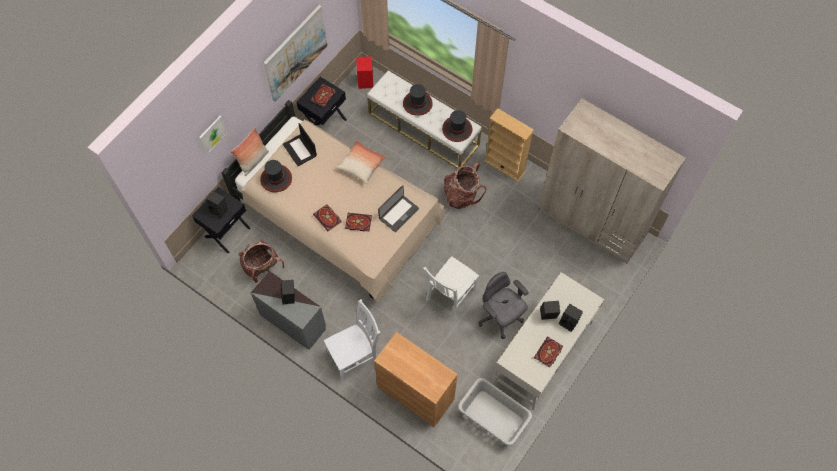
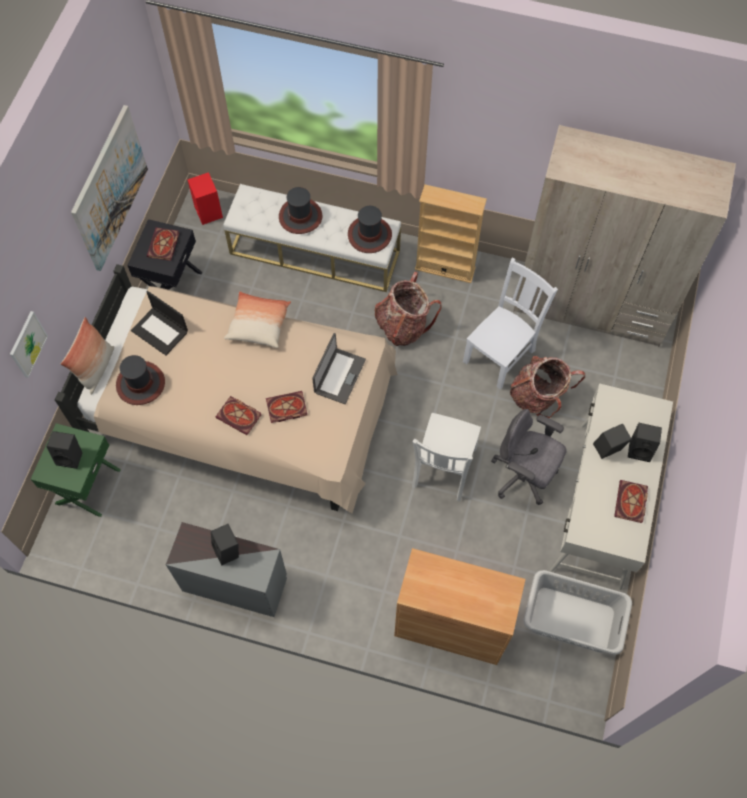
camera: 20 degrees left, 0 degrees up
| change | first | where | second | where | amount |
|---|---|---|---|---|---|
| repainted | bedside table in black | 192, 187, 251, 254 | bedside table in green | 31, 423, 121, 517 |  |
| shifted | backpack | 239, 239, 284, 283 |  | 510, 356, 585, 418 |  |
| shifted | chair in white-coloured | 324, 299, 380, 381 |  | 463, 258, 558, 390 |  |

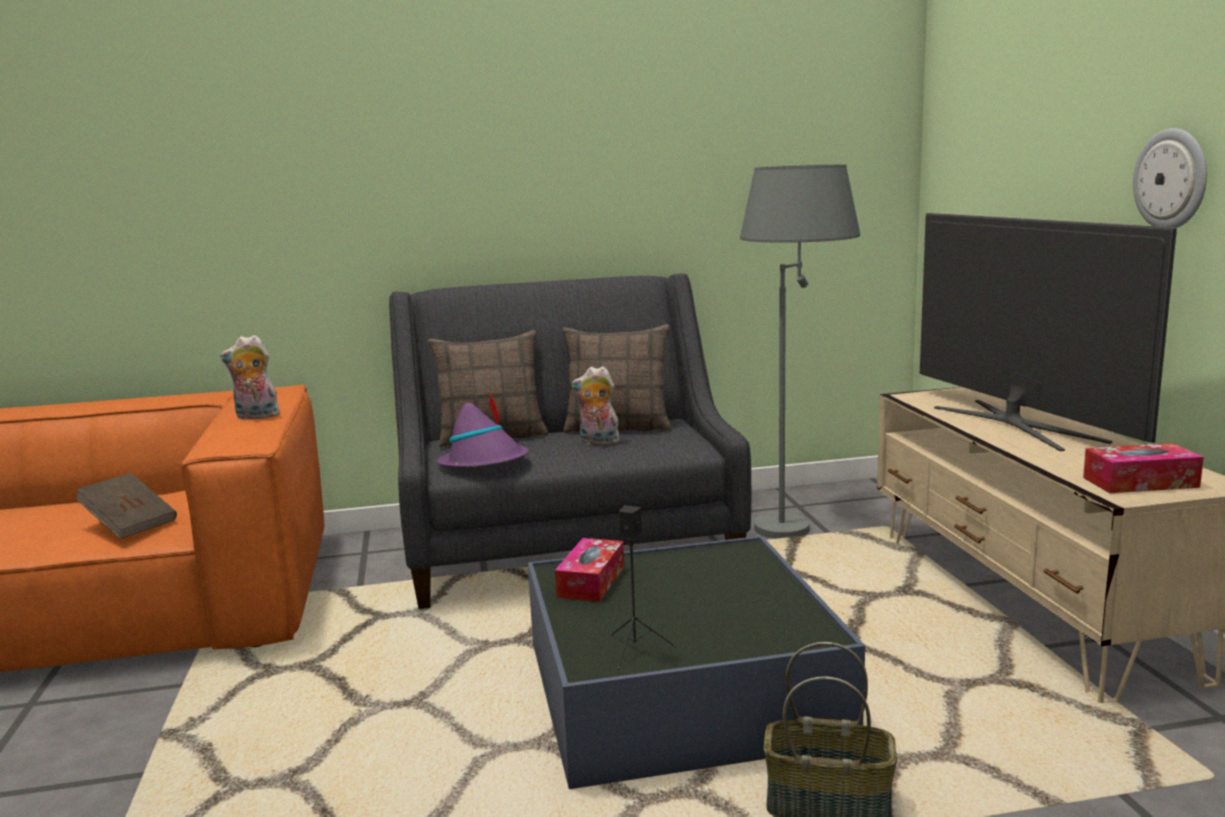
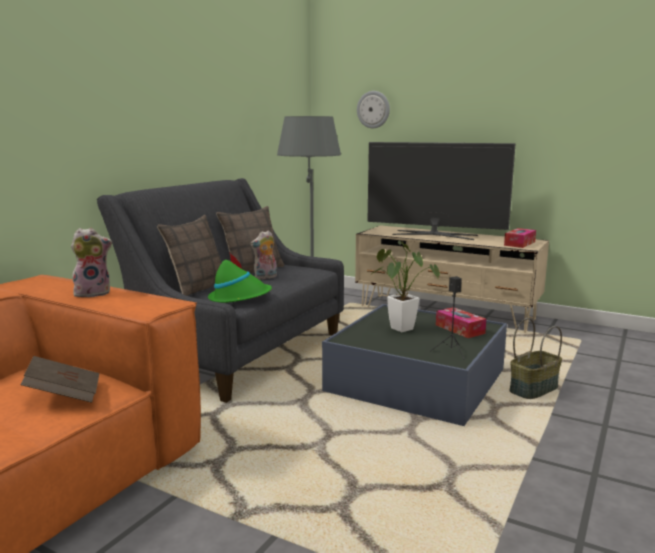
camera: 50 degrees left, 0 degrees up
| change | first | where | second | where | amount |
|---|---|---|---|---|---|
| shifted | wall clock | 1133, 128, 1207, 228 |  | 357, 91, 390, 128 |  |
| rotated | soft toy | 220, 335, 280, 419 |  | 71, 228, 112, 297 | 150 degrees counterclockwise |
| repainted | wearable hat in purplish | 437, 391, 529, 467 | wearable hat in green | 208, 252, 272, 303 |  |
| shifted | tissue box | 555, 538, 624, 602 |  | 436, 307, 486, 338 |  |
| new |  |  | potted plant | 371, 241, 440, 332 |  |

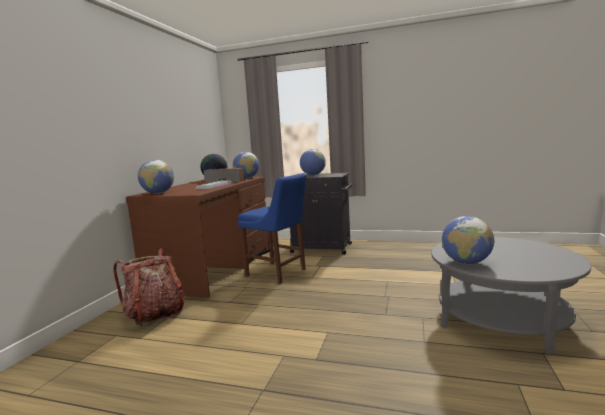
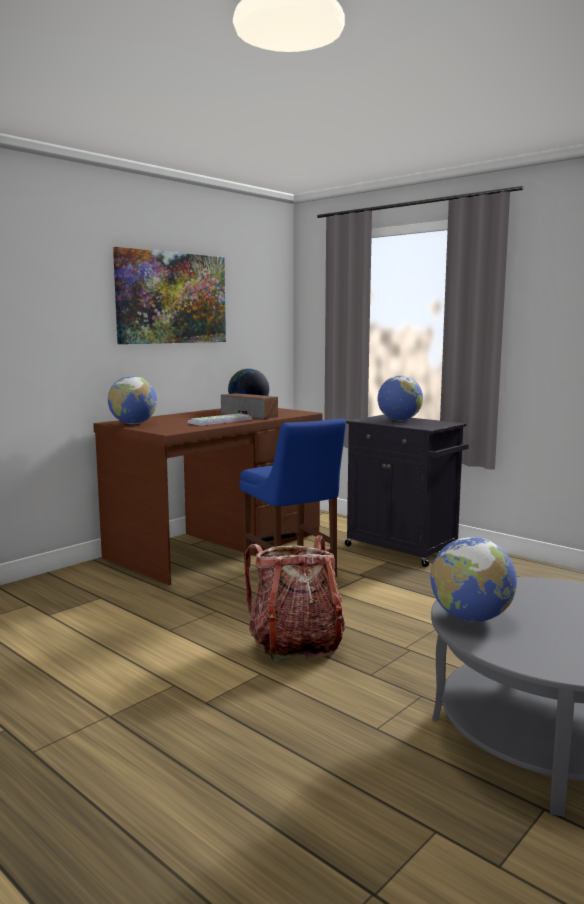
camera: 25 degrees right, 0 degrees up
| change | first | where | second | where | amount |
|---|---|---|---|---|---|
| gone | globe | 233, 152, 259, 178 |  |  |  |
| shifted | backpack | 113, 248, 185, 327 |  | 244, 535, 346, 662 |  |
| new |  |  | picture | 113, 247, 226, 344 |  |

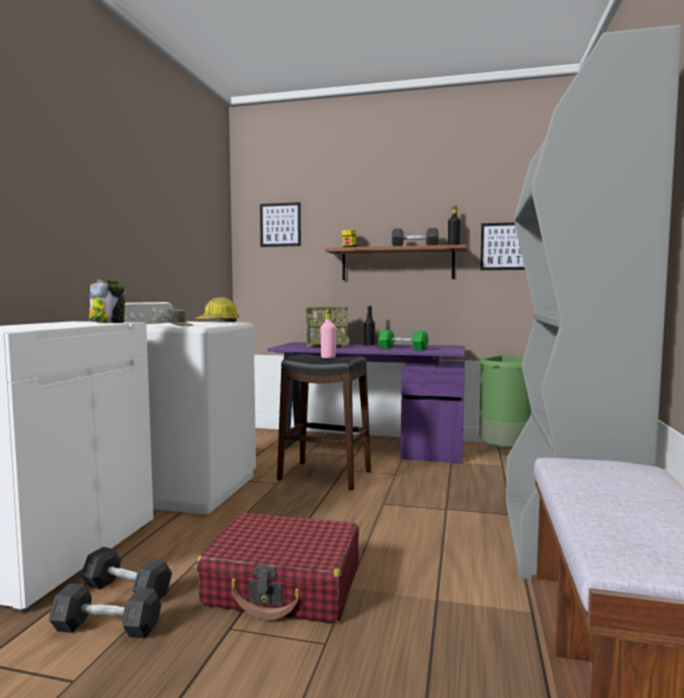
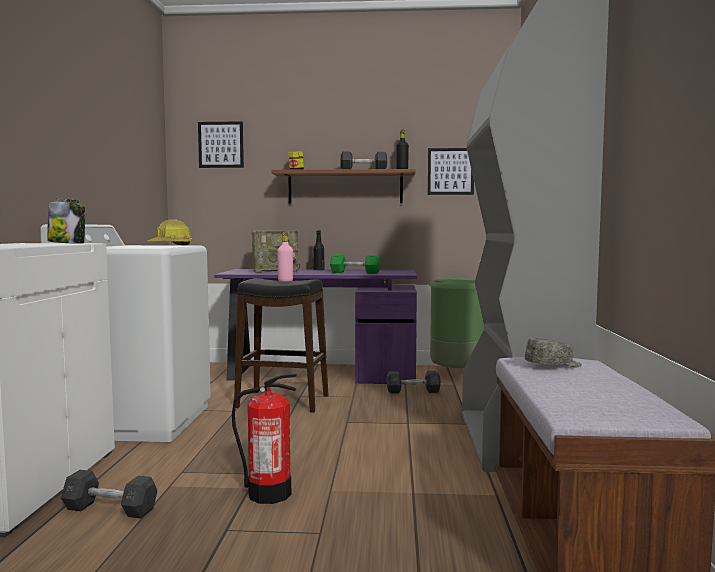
camera: 10 degrees left, 0 degrees up
| change | first | where | second | where | amount |
|---|---|---|---|---|---|
| shifted | peaked cap in greyish | 150, 306, 193, 326 |  | 525, 338, 582, 367 |  |
| swapped | piece of luggage in red-coloured | 197, 512, 359, 623 | fire extinguisher | 232, 374, 297, 504 |  |
| shifted | free weight in greyish | 49, 583, 161, 638 |  | 387, 371, 441, 394 |  |

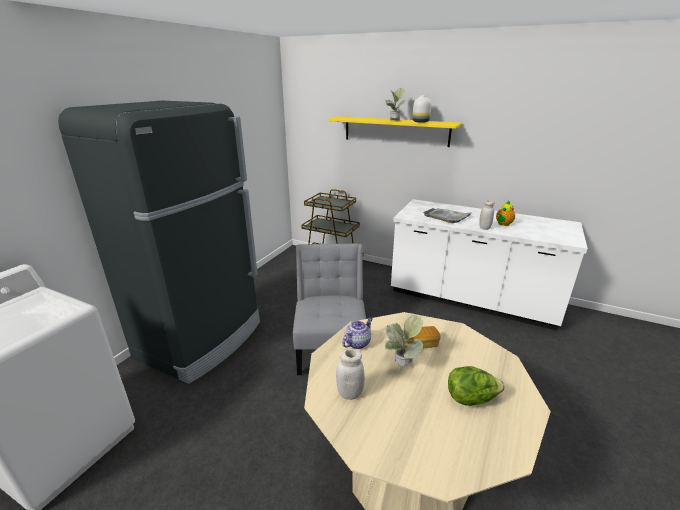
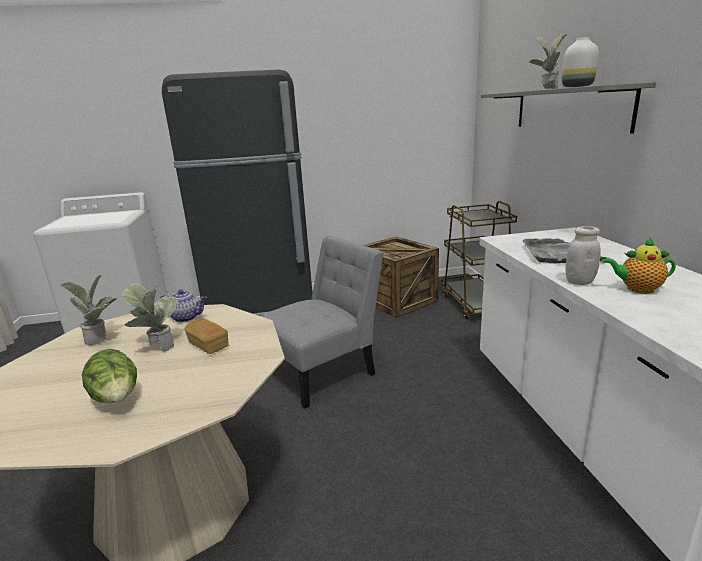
camera: 55 degrees right, 5 degrees down
| change | first | where | second | where | amount |
|---|---|---|---|---|---|
| repainted | shelf in yellowish | 328, 116, 462, 147 | shelf in greyish | 481, 82, 656, 133 |  |
| swapped | jar in white-coloured | 336, 349, 365, 400 | potted plant | 60, 275, 117, 345 |  |
| new |  |  | packing crate | 363, 236, 439, 318 |  |

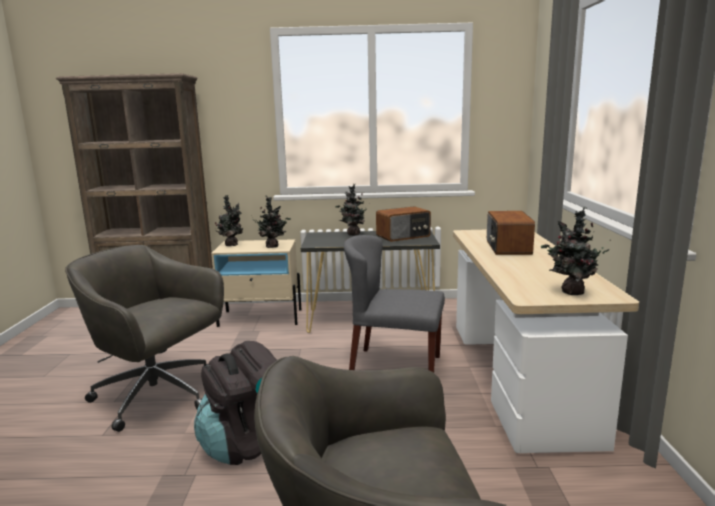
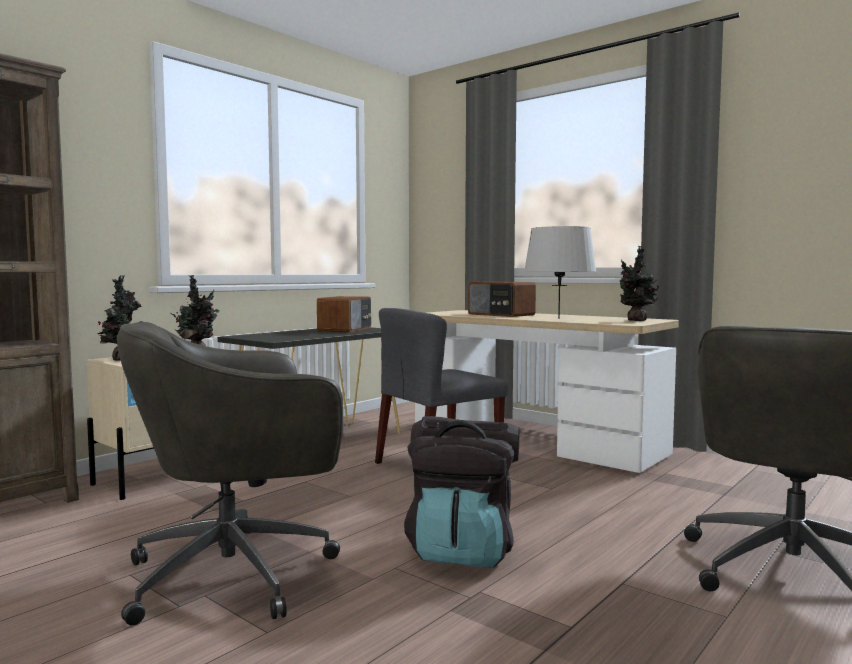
camera: 50 degrees left, 10 degrees down
| change | first | where | second | where | amount |
|---|---|---|---|---|---|
| gone | potted plant | 335, 183, 370, 236 |  |  |  |
| new |  |  | lamp for a table in greyish | 524, 226, 597, 319 |  |

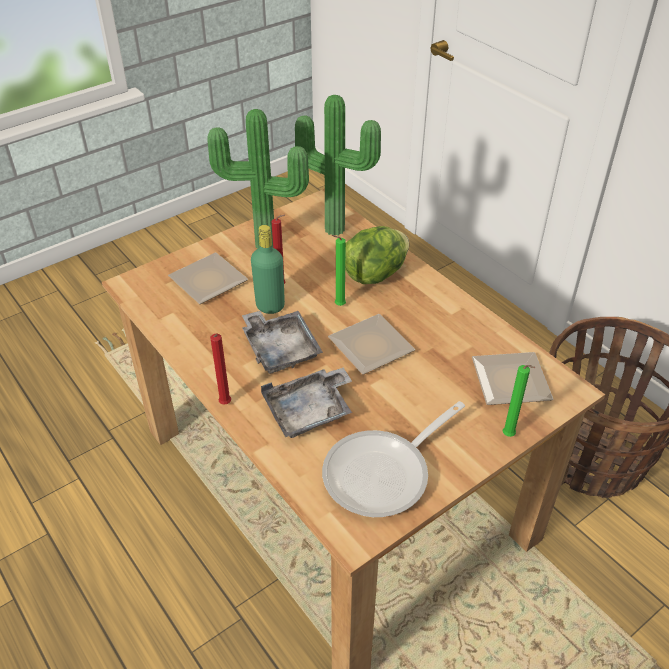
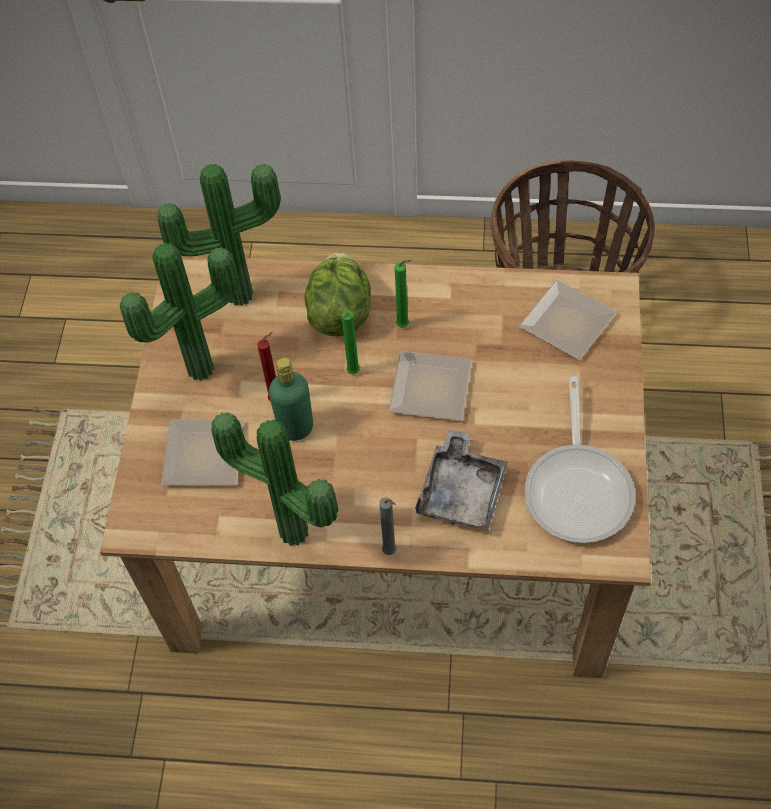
camera: 45 degrees left, 15 degrees up
| change | first | where | second | where | amount |
|---|---|---|---|---|---|
| gone | carrying tray in greyish | 242, 311, 323, 374 |  |  |  |
| repainted | wax light in red-coloured | 210, 334, 231, 405 | wax light in greyish | 379, 497, 397, 555 |  |
| shifted | wax light in green | 503, 365, 535, 437 |  | 394, 260, 412, 328 |  |
| new |  |  | potted plant | 211, 412, 338, 546 |  |

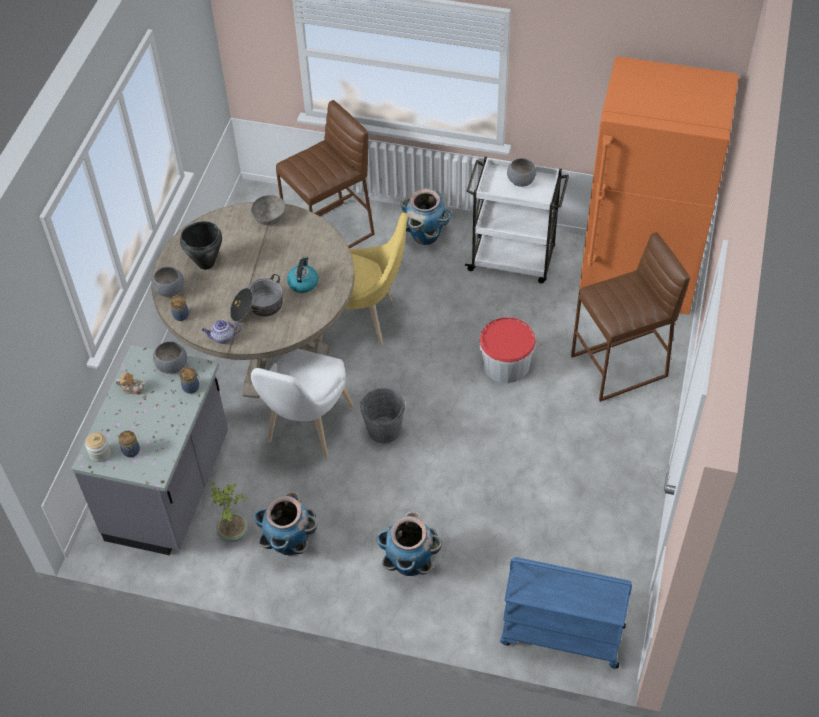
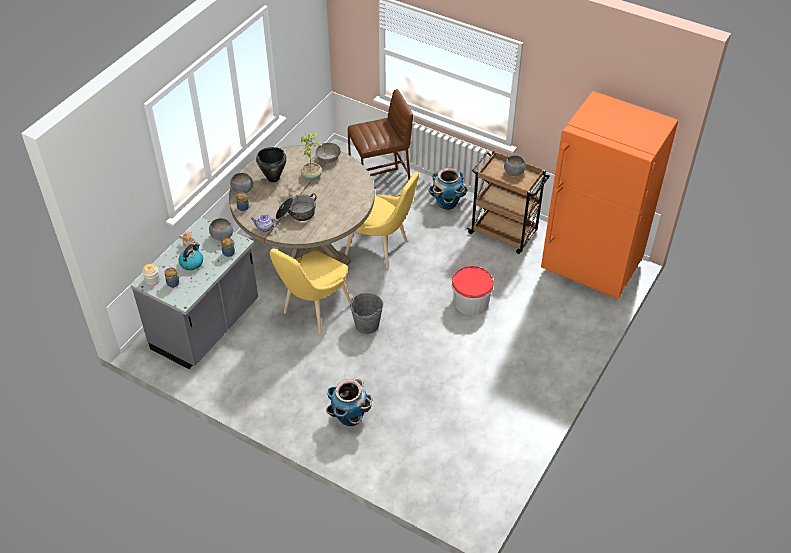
camera: 15 degrees right, 5 degrees down
| change | first | where | second | where | amount |
|---|---|---|---|---|---|
| repainted | cart in white-coloured | 465, 157, 569, 283 | cart in brown | 467, 150, 550, 254 |  |
| gone | stool in brown | 571, 232, 690, 402 |  |  |  |
| shifted | kettle | 287, 257, 318, 293 |  | 179, 243, 203, 270 |  |
| repainted | chair in white-coloured | 251, 349, 354, 458 | chair in yellowish | 270, 249, 351, 333 |  |
| shifted | potted plant | 210, 483, 248, 542 |  | 301, 134, 323, 180 |  |
| gone | flower pot | 254, 491, 318, 555 |  |  |  |
| gone | cart in bluish | 500, 557, 632, 669 |  |  |  |

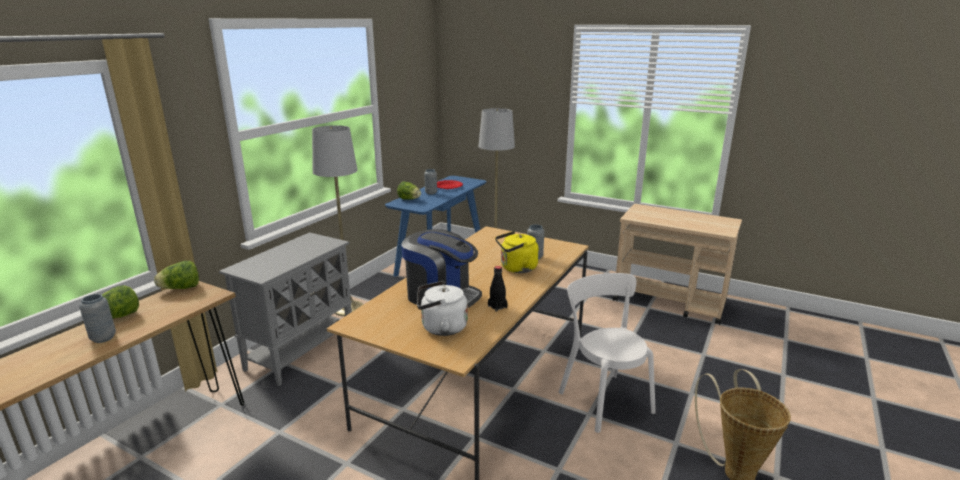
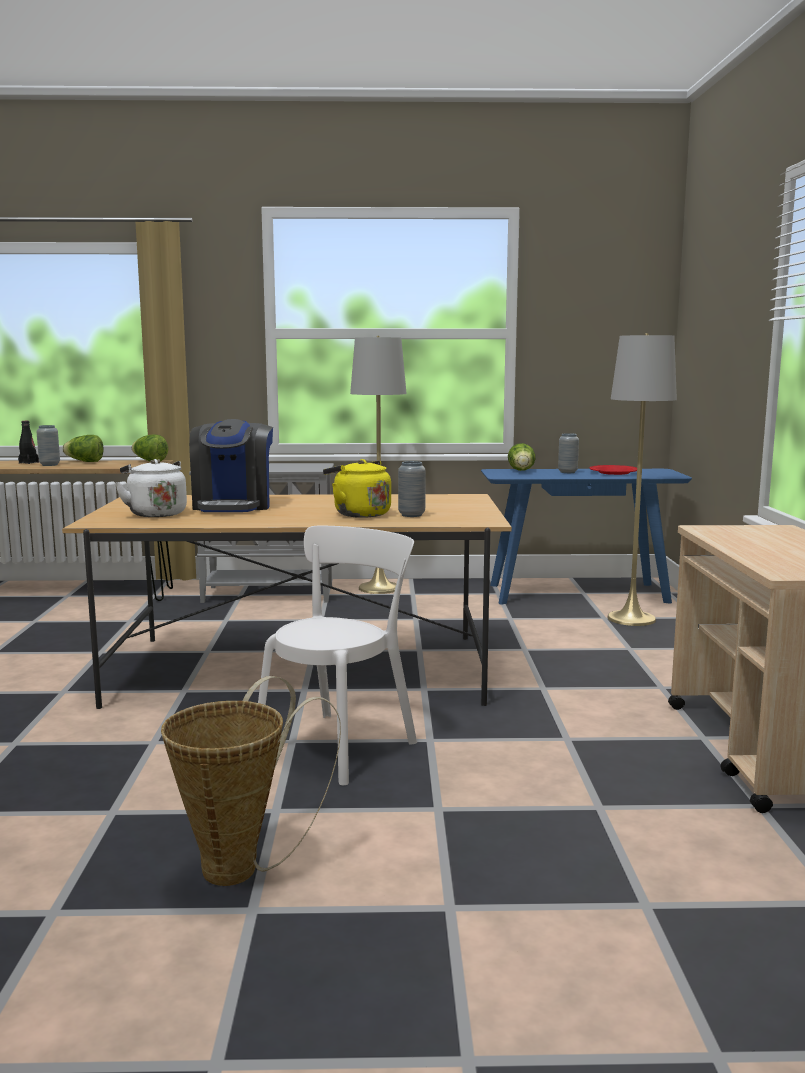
camera: 60 degrees right, 10 degrees down
| change | first | where | second | where | amount |
|---|---|---|---|---|---|
| shifted | bottle in black | 488, 266, 508, 312 |  | 18, 421, 39, 464 |  |

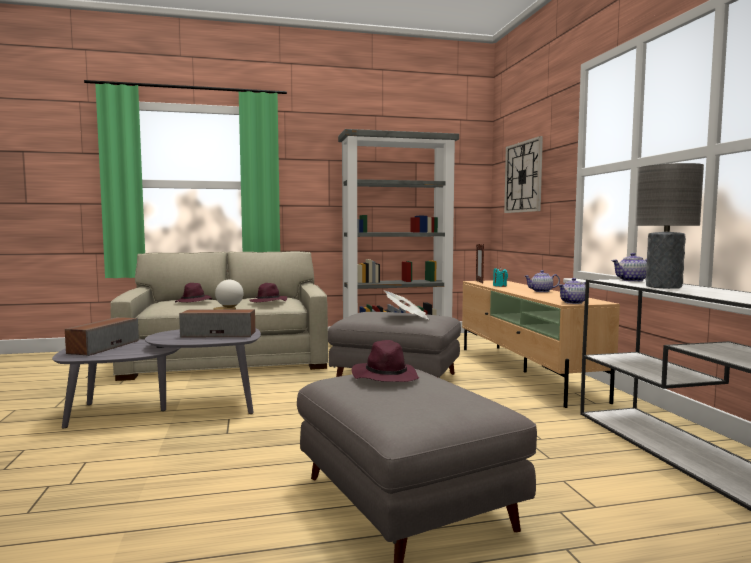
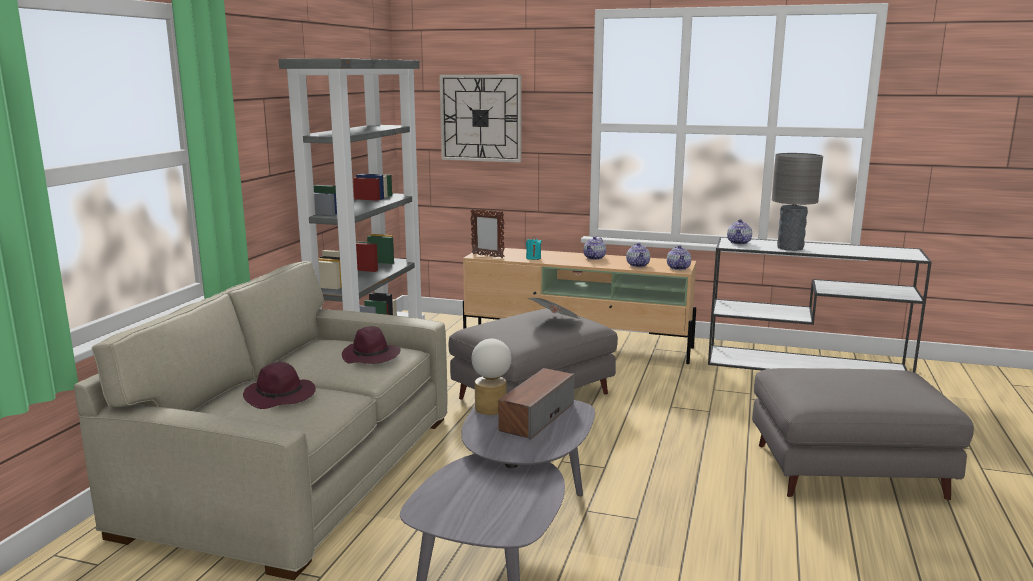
camera: 60 degrees left, 10 degrees up
| change | first | where | second | where | amount |
|---|---|---|---|---|---|
| gone | speaker | 65, 317, 139, 356 |  |  |  |
| gone | wearable hat in purplish | 352, 340, 419, 382 |  |  |  |
| new |  |  | teapot | 626, 243, 650, 267 |  |

